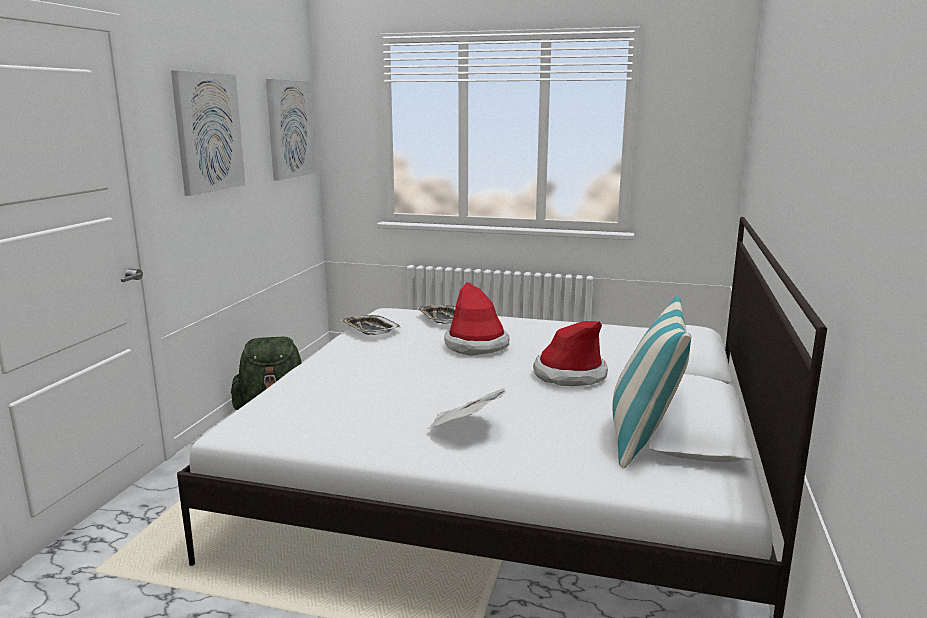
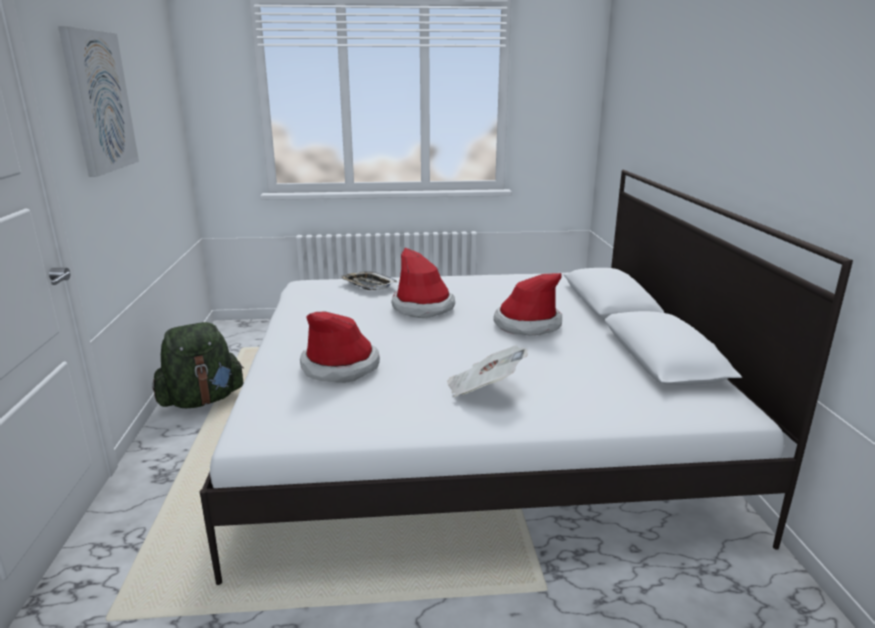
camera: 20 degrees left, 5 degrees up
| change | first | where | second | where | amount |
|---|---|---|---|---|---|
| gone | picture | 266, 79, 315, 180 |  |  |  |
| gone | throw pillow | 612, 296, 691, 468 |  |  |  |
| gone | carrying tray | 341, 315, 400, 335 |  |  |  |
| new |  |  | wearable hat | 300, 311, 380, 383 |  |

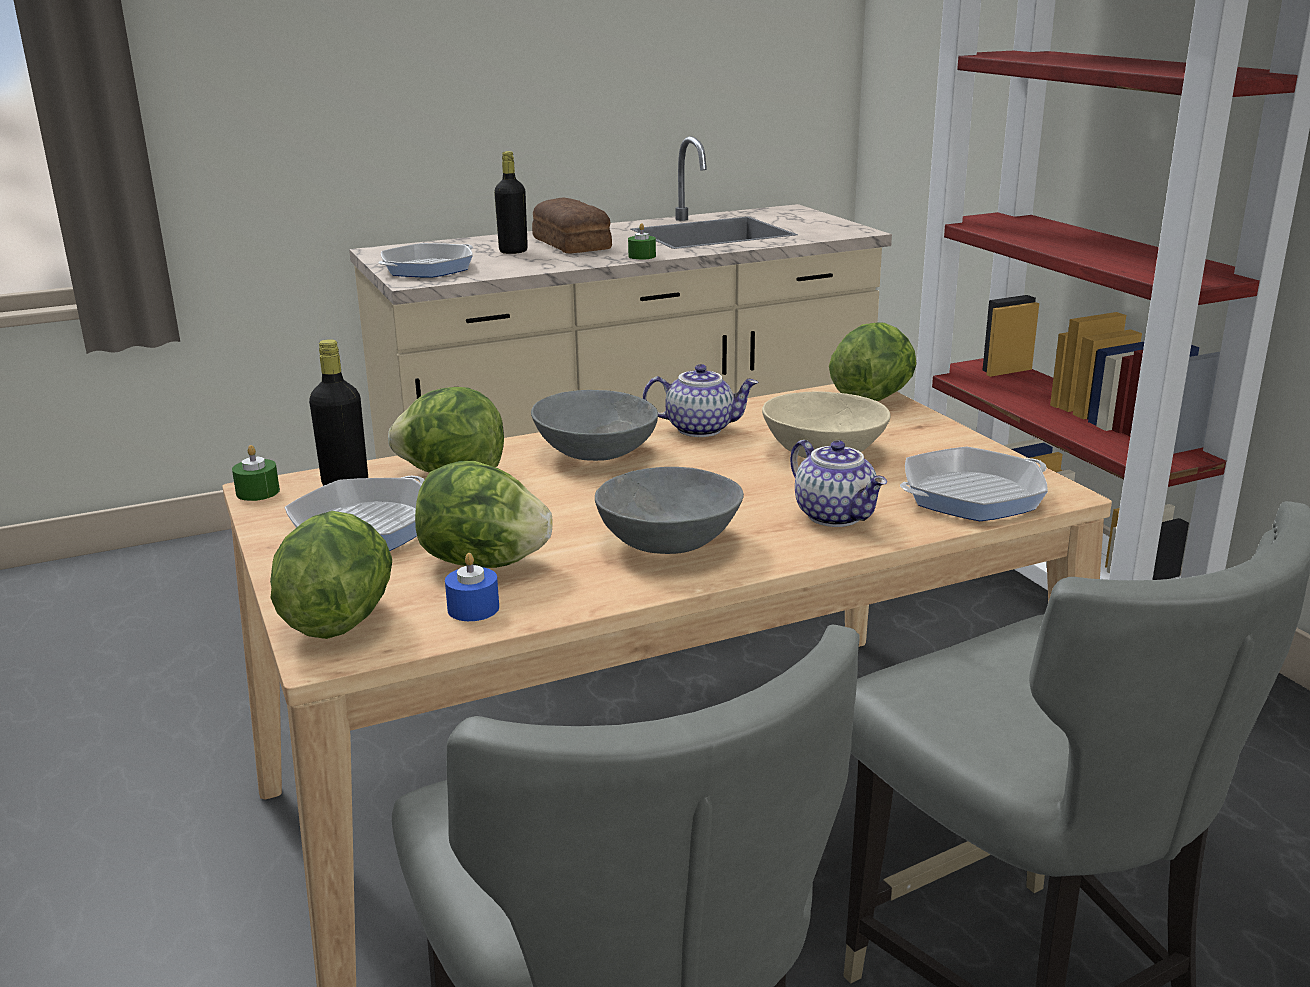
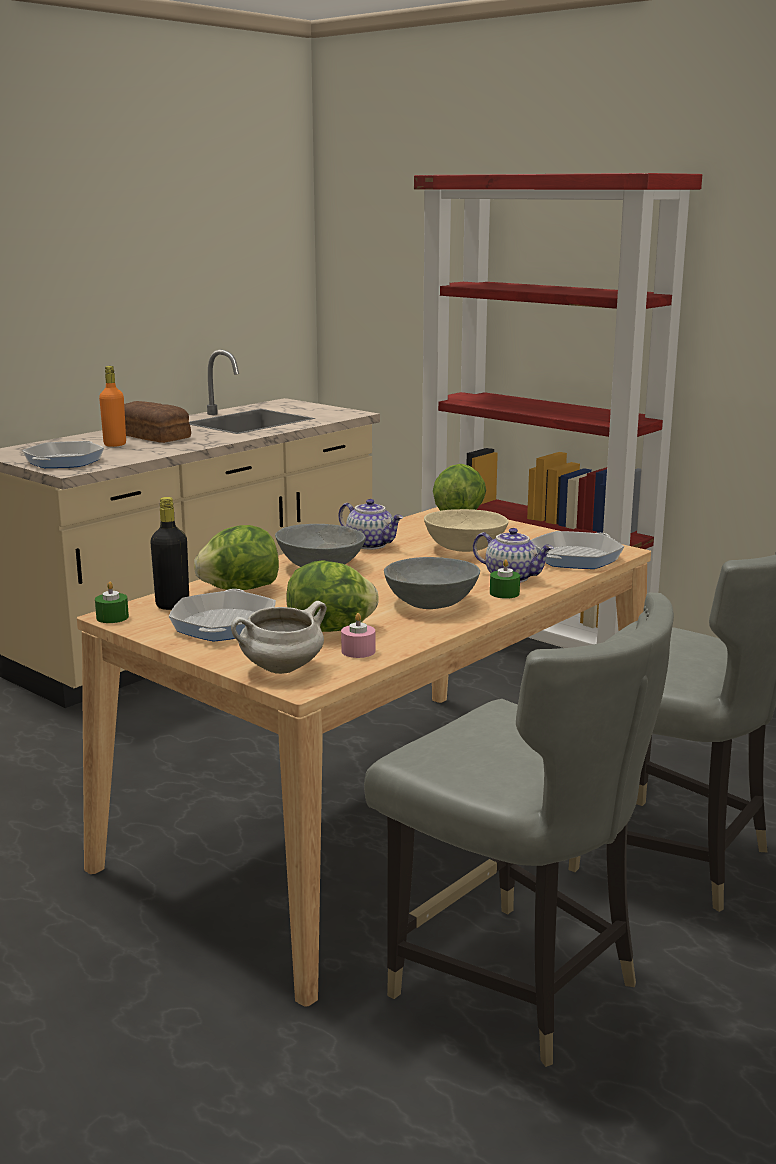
camera: 25 degrees left, 5 degrees down
| change | first | where | second | where | amount |
|---|---|---|---|---|---|
| repainted | bottle in black | 494, 151, 528, 254 | bottle in orange | 99, 366, 126, 447 |  |
| shifted | wax light in green | 628, 223, 656, 260 |  | 490, 559, 520, 599 |  |
| rotated | teapot | 643, 364, 759, 437 |  | 338, 499, 403, 549 | 60 degrees clockwise |
| swapped | lettuce | 270, 511, 392, 639 | stockpot in white-coloured | 231, 601, 327, 674 |  |
| repainted | wax light in bluish | 445, 553, 499, 621 | wax light in pinkish | 341, 613, 375, 658 |  |

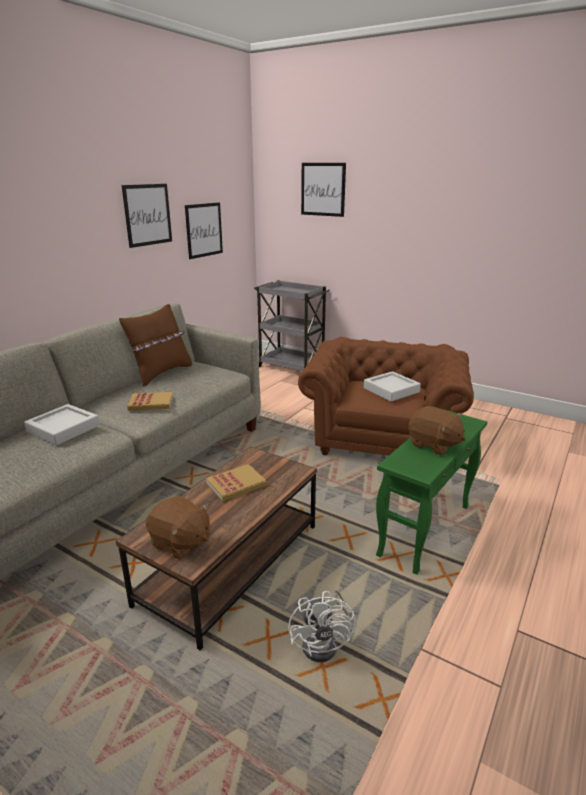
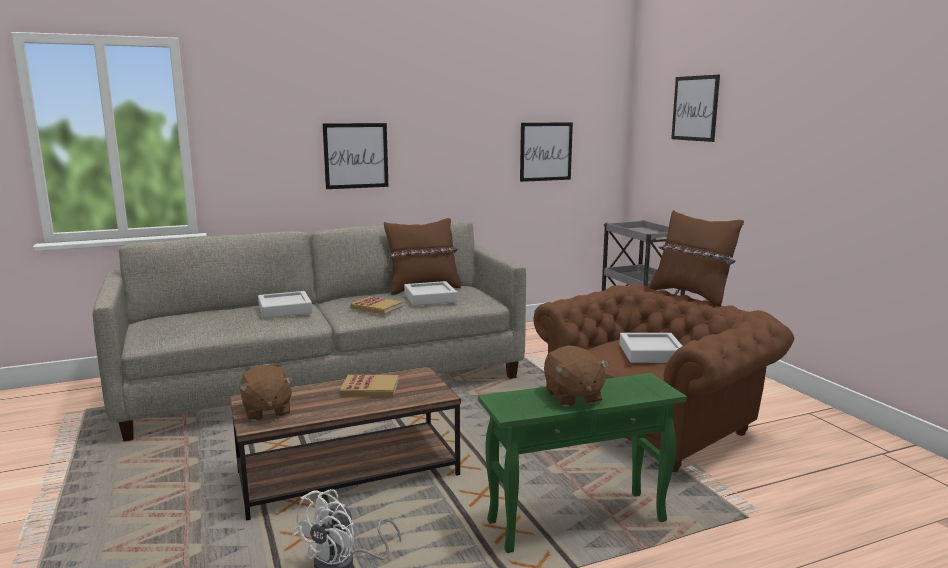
camera: 35 degrees right, 10 degrees down
| change | first | where | second | where | amount |
|---|---|---|---|---|---|
| shifted | picture | 122, 184, 172, 248 |  | 323, 123, 388, 189 |  |
| new |  |  | throw pillow in brown | 649, 210, 744, 306 |  |
| new |  |  | carrying tray in greyish | 404, 281, 458, 306 |  |

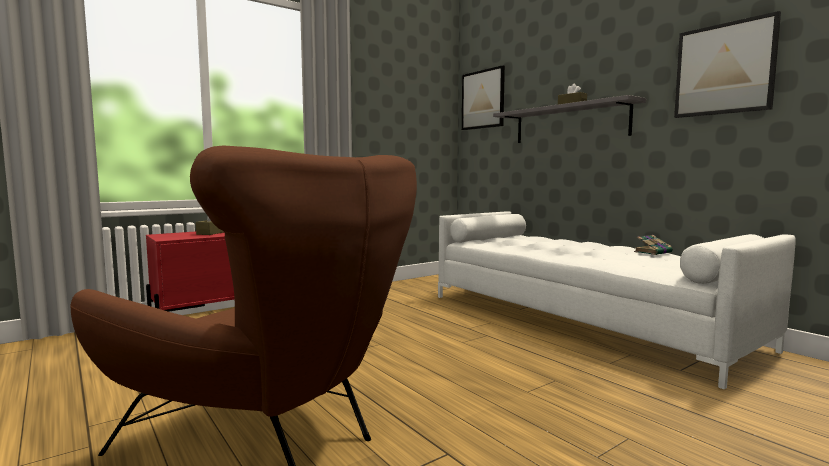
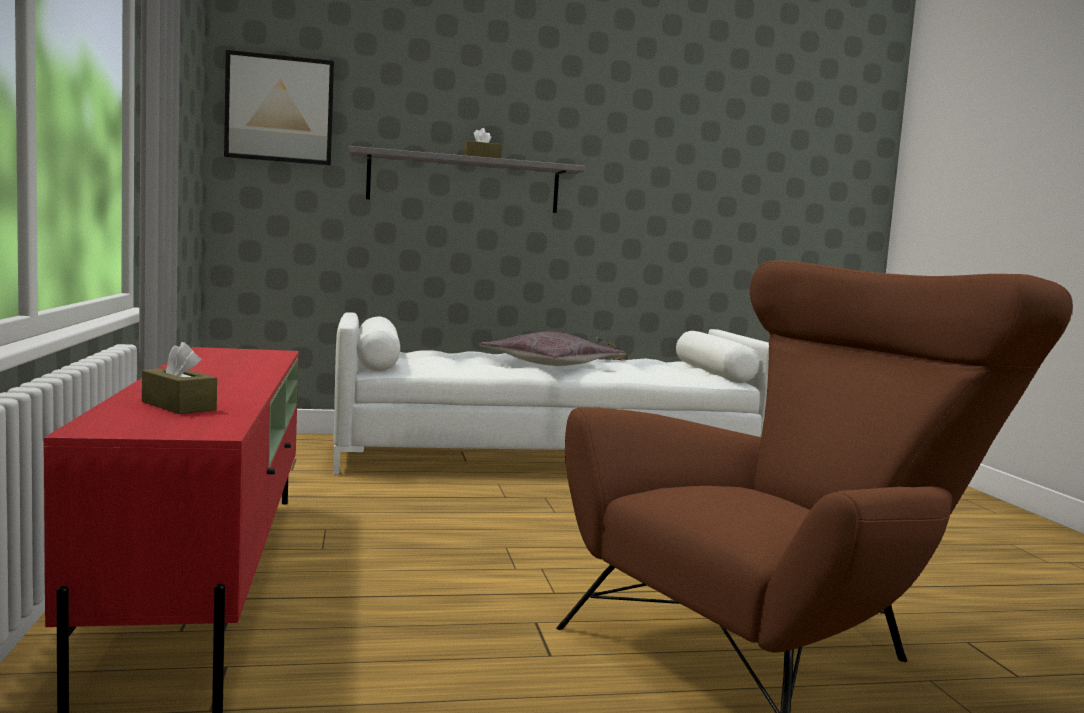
camera: 65 degrees left, 0 degrees up
| change | first | where | second | where | amount |
|---|---|---|---|---|---|
| gone | picture | 674, 11, 781, 118 |  |  |  |
| new |  |  | throw pillow in greyish | 479, 332, 625, 366 |  |

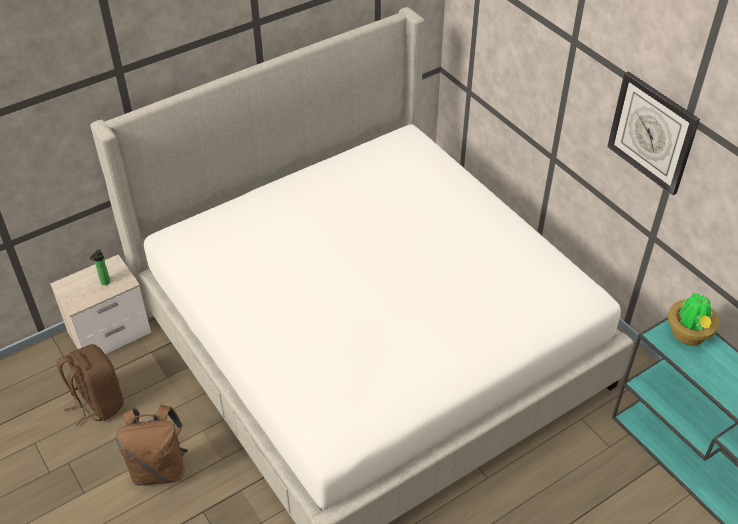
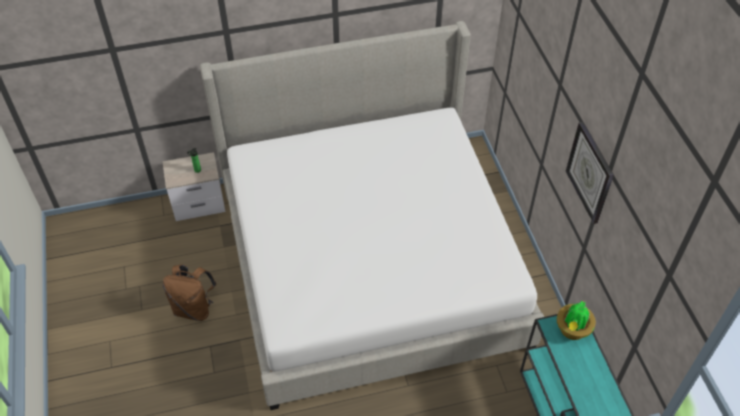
camera: 20 degrees right, 5 degrees up
| change | first | where | second | where | amount |
|---|---|---|---|---|---|
| gone | backpack in brown | 57, 344, 124, 427 |  |  |  |

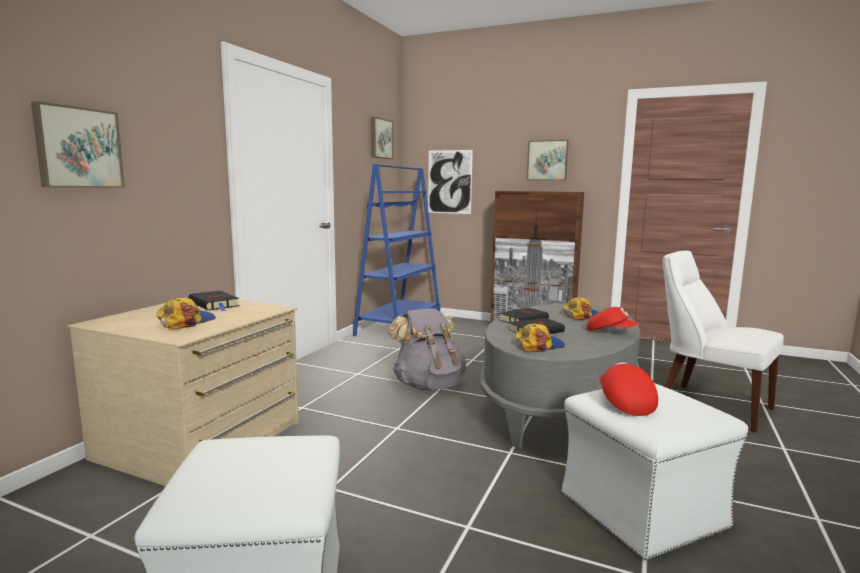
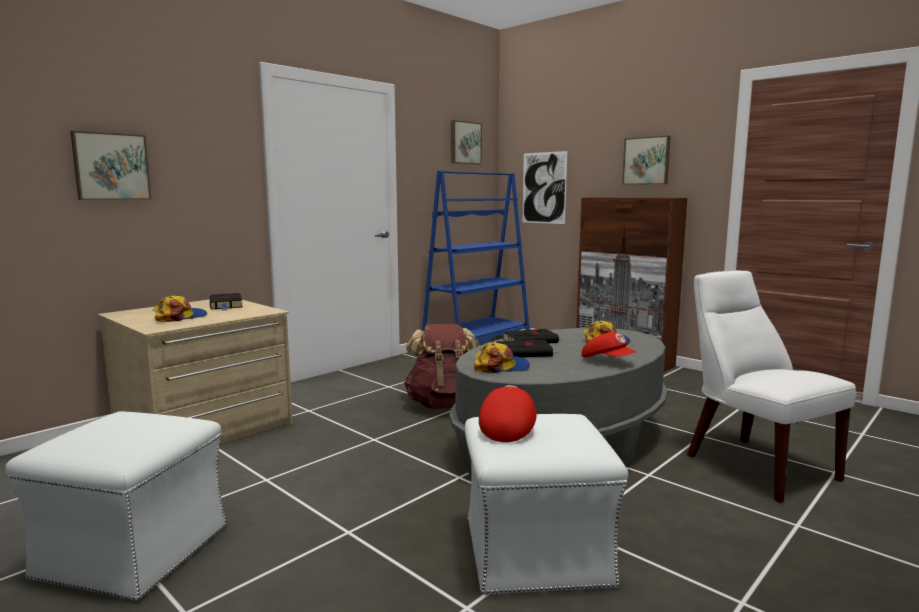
camera: 20 degrees right, 0 degrees up
| change | first | where | second | where | amount |
|---|---|---|---|---|---|
| repainted | backpack in greyish | 388, 308, 466, 390 | backpack in brown | 404, 324, 479, 409 |  |

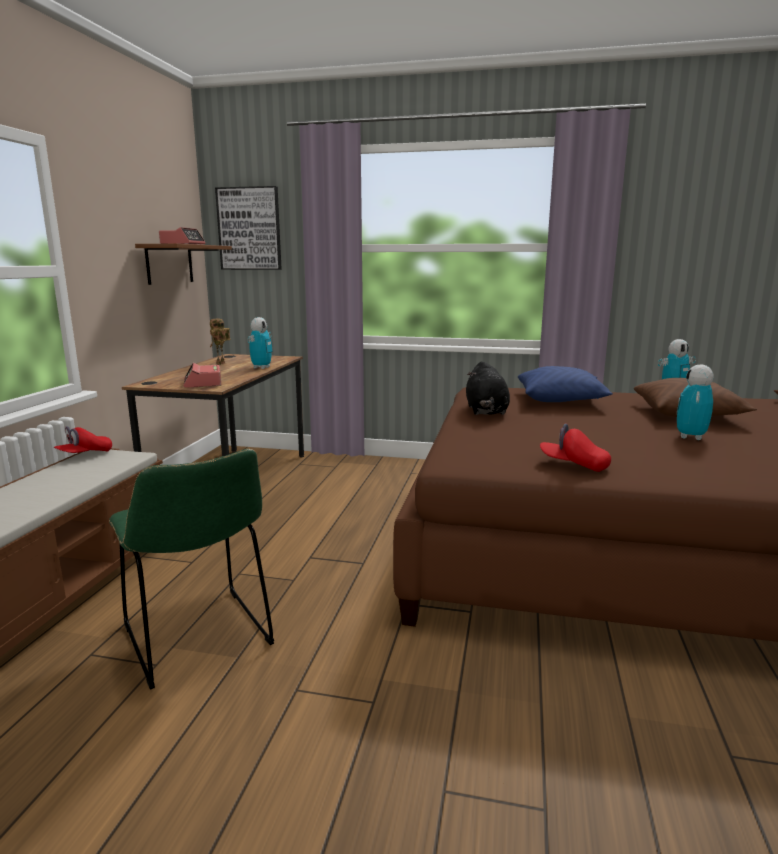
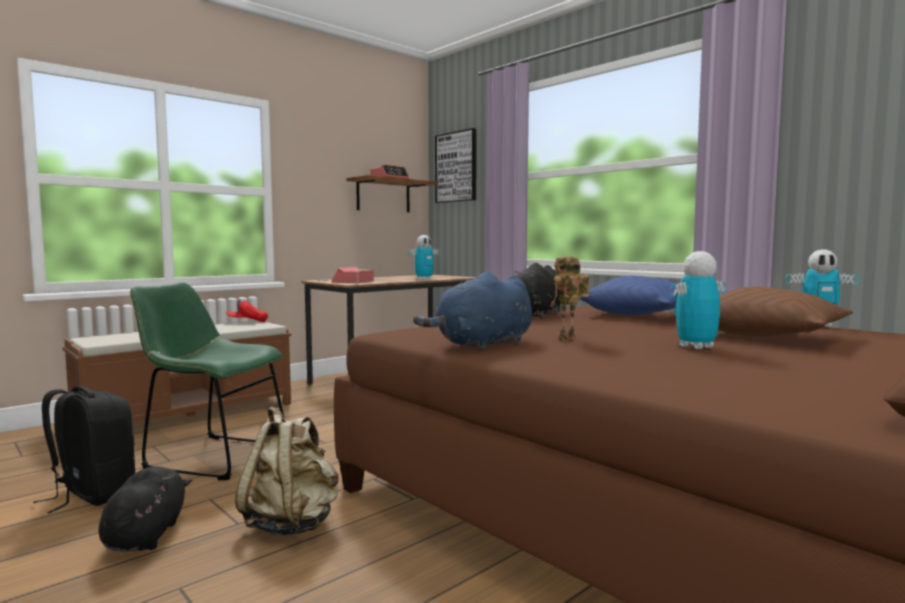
camera: 35 degrees right, 10 degrees down
| change | first | where | second | where | amount |
|---|---|---|---|---|---|
| shifted | robot figure | 210, 319, 230, 365 |  | 550, 256, 590, 341 |  |
| swapped | peaked cap in red-coloured | 540, 423, 611, 472 | soft toy in bluish | 413, 272, 532, 350 |  |
| rotated | chair in green | 109, 449, 274, 690 |  | 130, 282, 284, 480 | 105 degrees clockwise |
| new |  |  | backpack in black | 33, 386, 135, 513 |  |
| new |  |  | backpack in sand-coloured | 235, 406, 339, 536 |  |
| new |  |  | soft toy in black | 99, 466, 192, 552 |  |

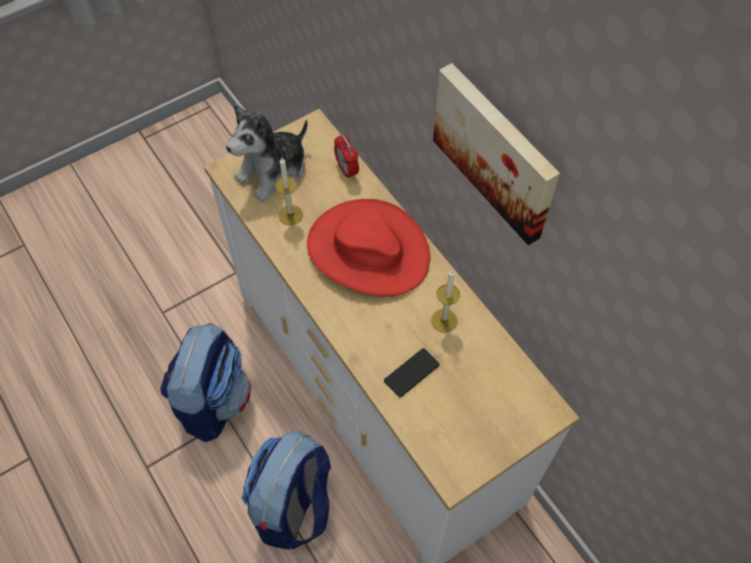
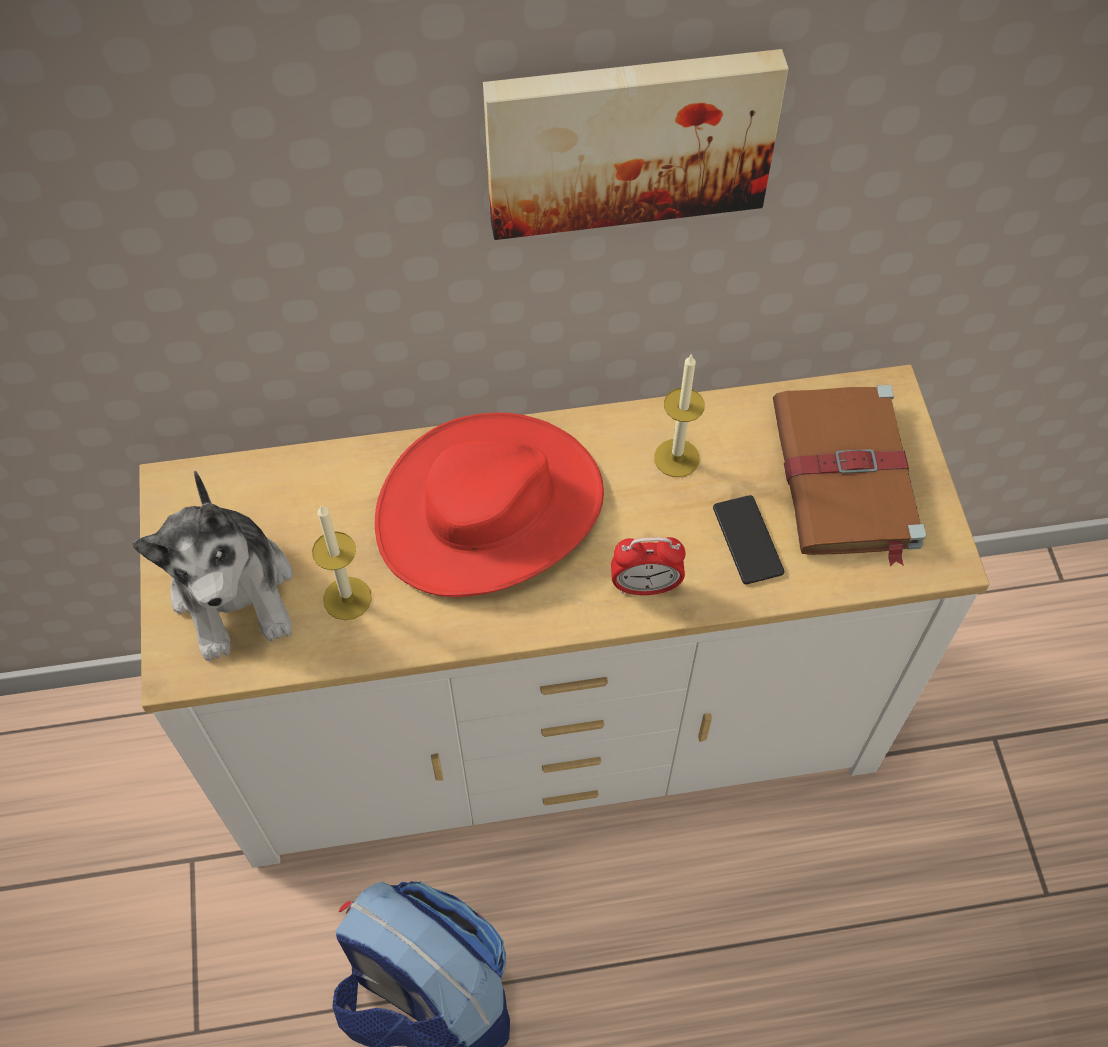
camera: 65 degrees left, 0 degrees up
| change | first | where | second | where | amount |
|---|---|---|---|---|---|
| shifted | alarm clock | 334, 134, 359, 180 |  | 611, 537, 685, 595 |  |
| gone | backpack | 242, 431, 331, 550 |  |  |  |
| new |  |  | book in brown | 773, 385, 926, 567 |  |

